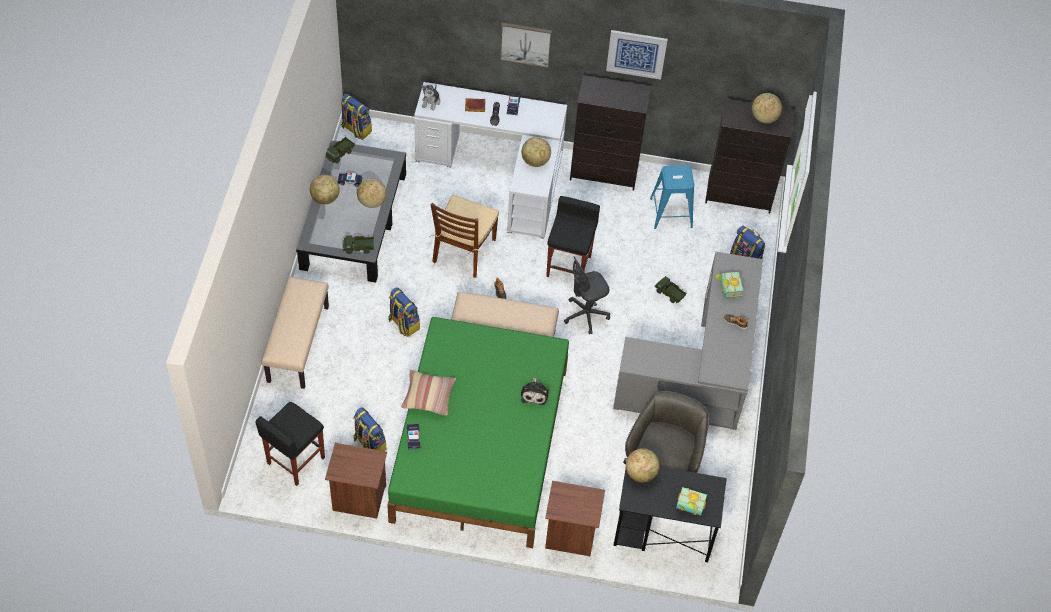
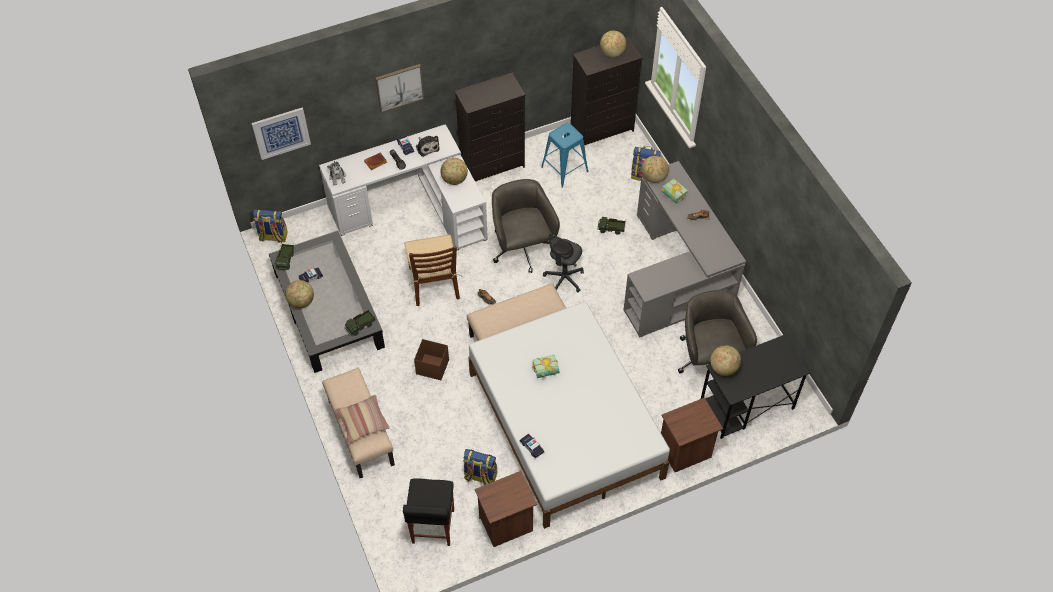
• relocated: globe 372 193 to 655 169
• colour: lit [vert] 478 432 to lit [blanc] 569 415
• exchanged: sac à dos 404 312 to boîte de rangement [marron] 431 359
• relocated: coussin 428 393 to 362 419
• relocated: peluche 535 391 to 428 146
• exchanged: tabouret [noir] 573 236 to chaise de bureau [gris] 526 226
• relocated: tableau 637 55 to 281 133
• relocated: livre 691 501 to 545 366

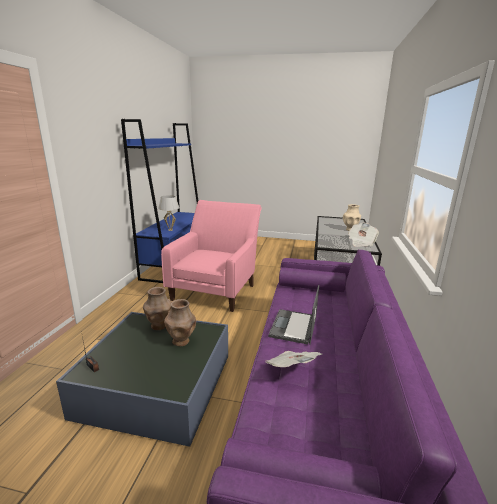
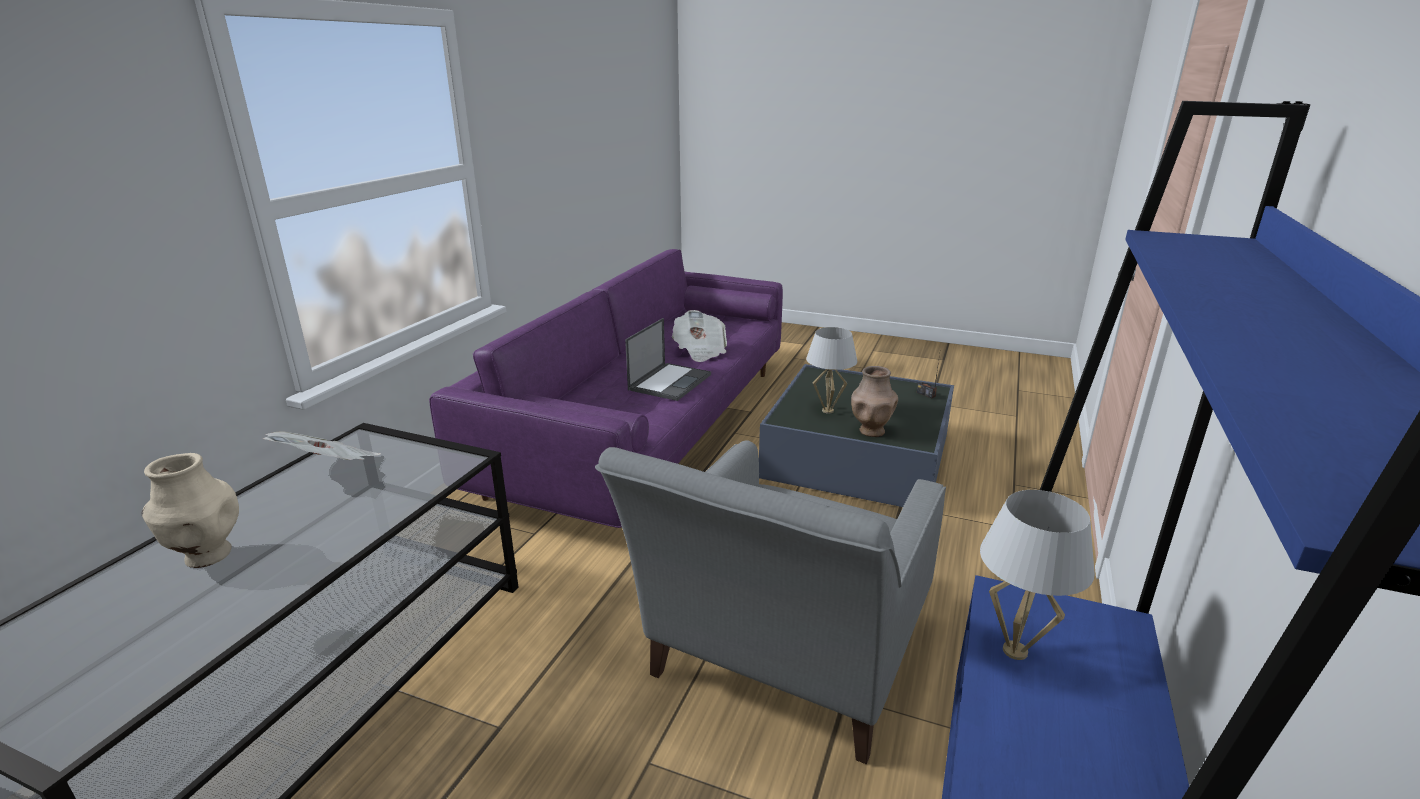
• colour: fauteuil [rose] 211 256 to fauteuil [gris] 770 602
• exchanged: vase [marron] 180 322 to lampe de table [blanc] 831 370

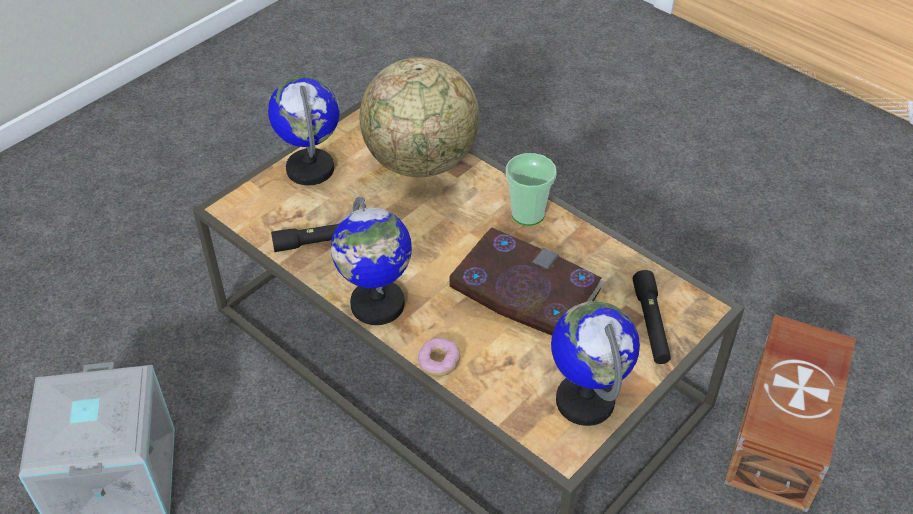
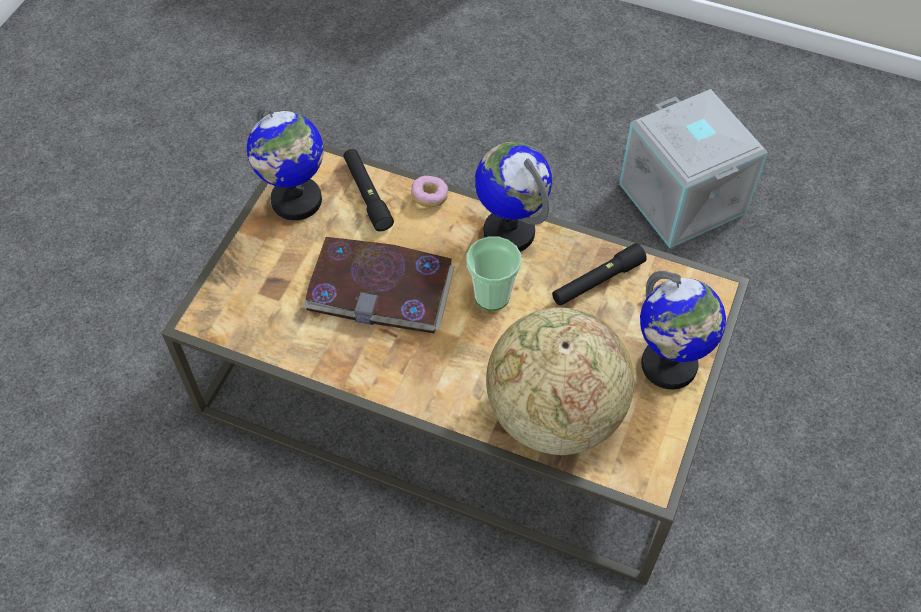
• relocated: tasse 531 189 to 494 274
• relocated: lampe de poche [noir] 652 317 to 368 190
• missing: boîte de rangement [marron] 790 413

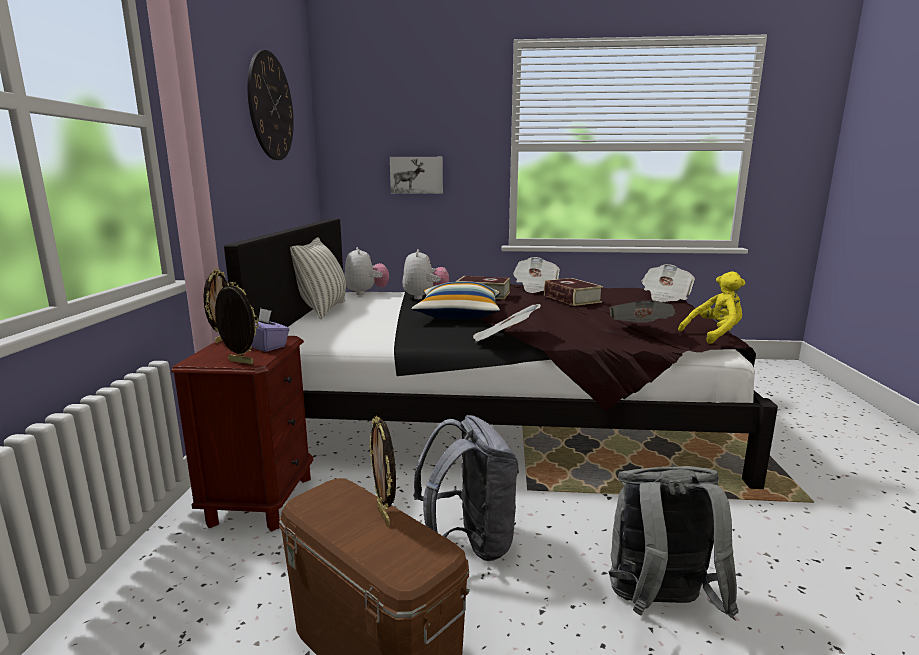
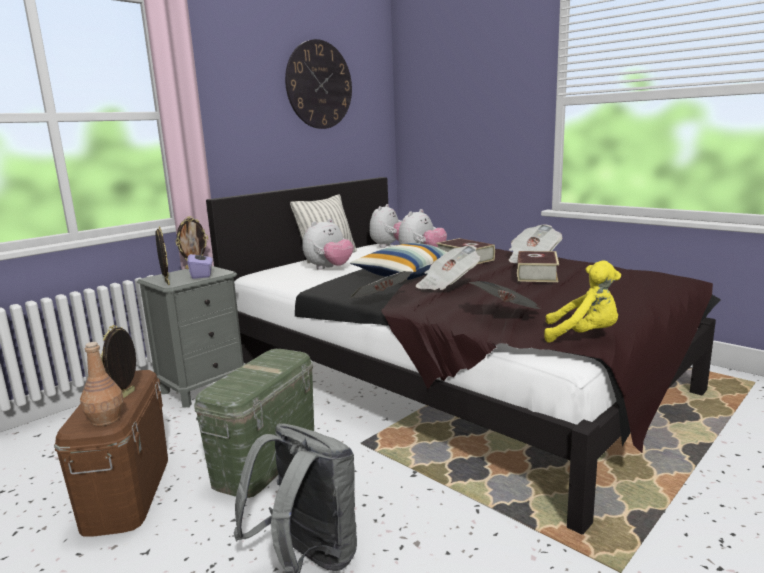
• colour: table de chevet [marron] 242 434 to table de chevet [gris] 191 337
• missing: tableau 416 175
• exchanged: sac à dos [gris] 466 488 to boîte de rangement [vert] 254 423
• relocated: journal 668 283 to 448 267
• appeared: bouteille [marron] 102 384
• appeared: peluche 328 244

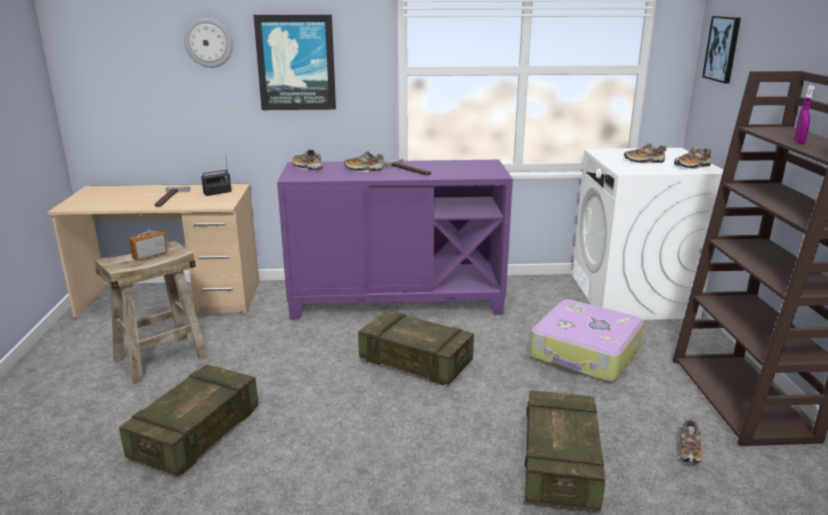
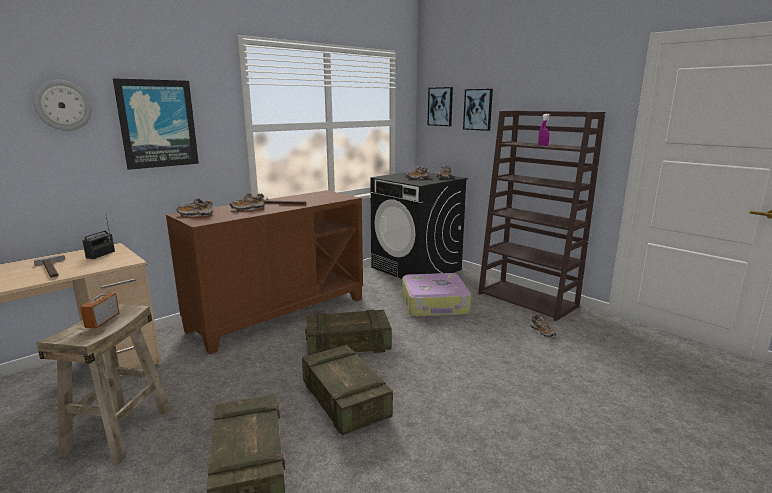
• colour: meuble de rangement [violet] 395 240 to meuble de rangement [marron] 264 272
• relocated: caisse 564 450 to 347 390
• colour: lave-linge [blanc] 647 234 to lave-linge [noir] 419 225
• appeared: tableau 478 110

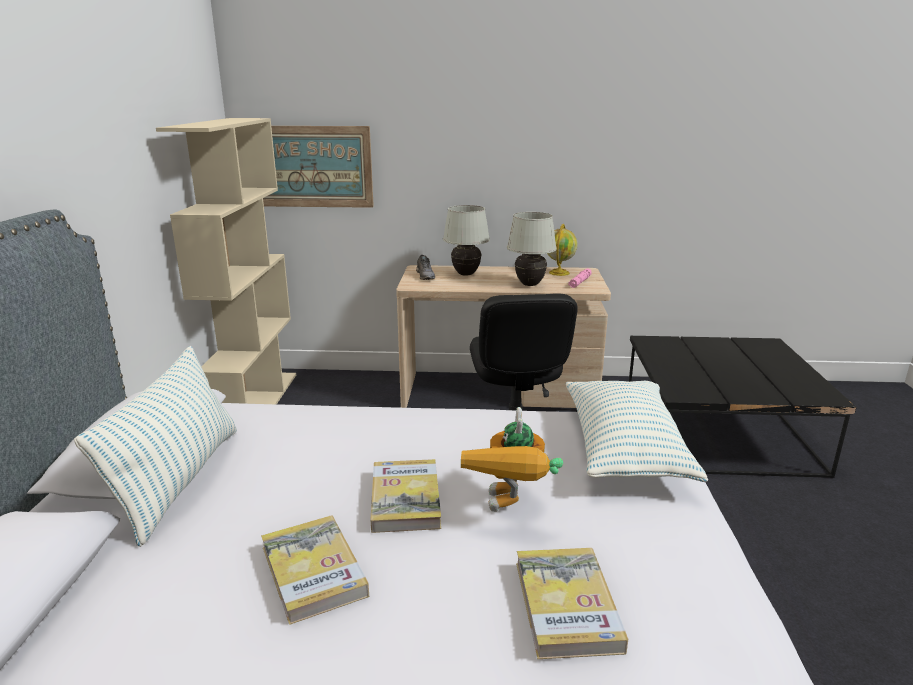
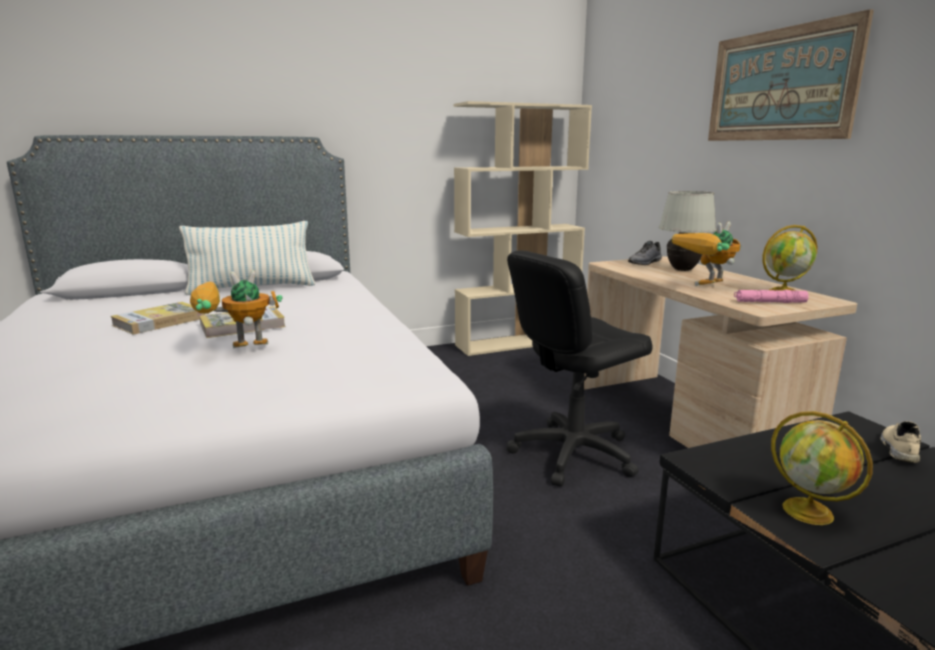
• relocated: tableau 318 167 to 791 75
• exchanged: lampe de table [blanc] 532 249 to robot jouet 707 254
• missing: livre 572 603
• missing: coussin 637 431
• appeared: globe 822 468
• appeared: chaussure [beige] 900 442

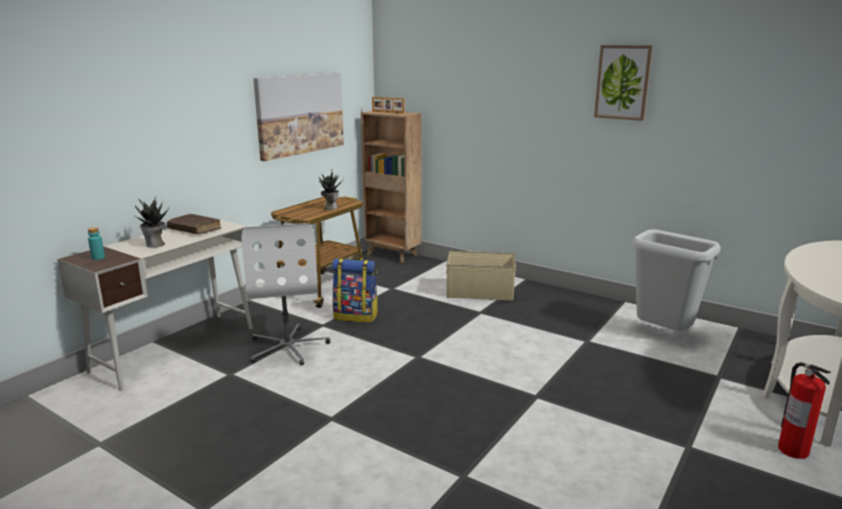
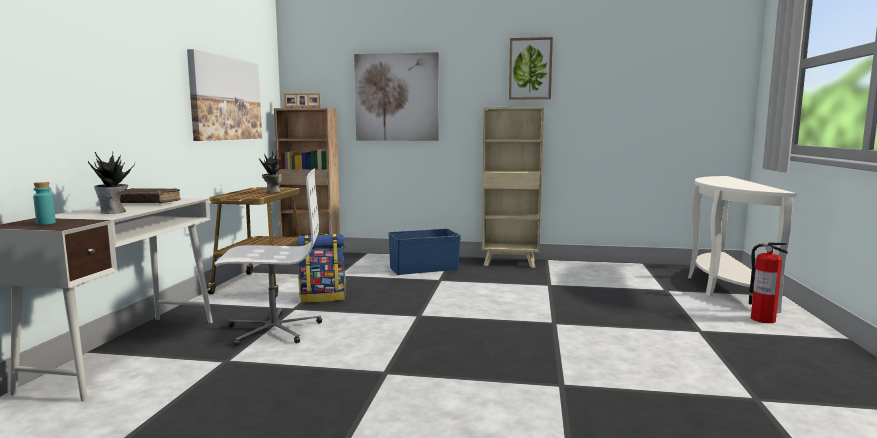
• spun: chaise de bureau [blanc] 286 294 = 268 257 60 degrees counterclockwise
• colour: boîte de rangement [beige] 481 275 to boîte de rangement [bleu] 424 252
• missing: poubelle [gris] 676 280
• appeared: tableau 396 96
• appeared: bibliothèque [beige] 513 187

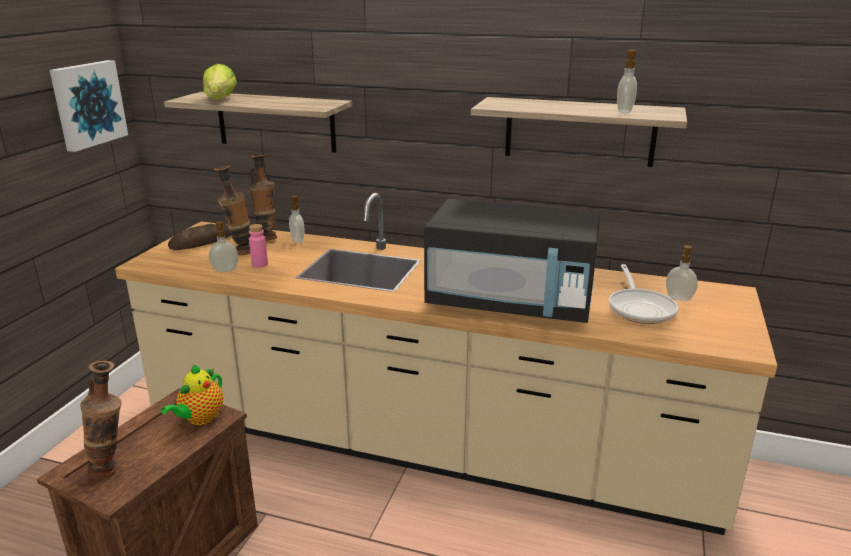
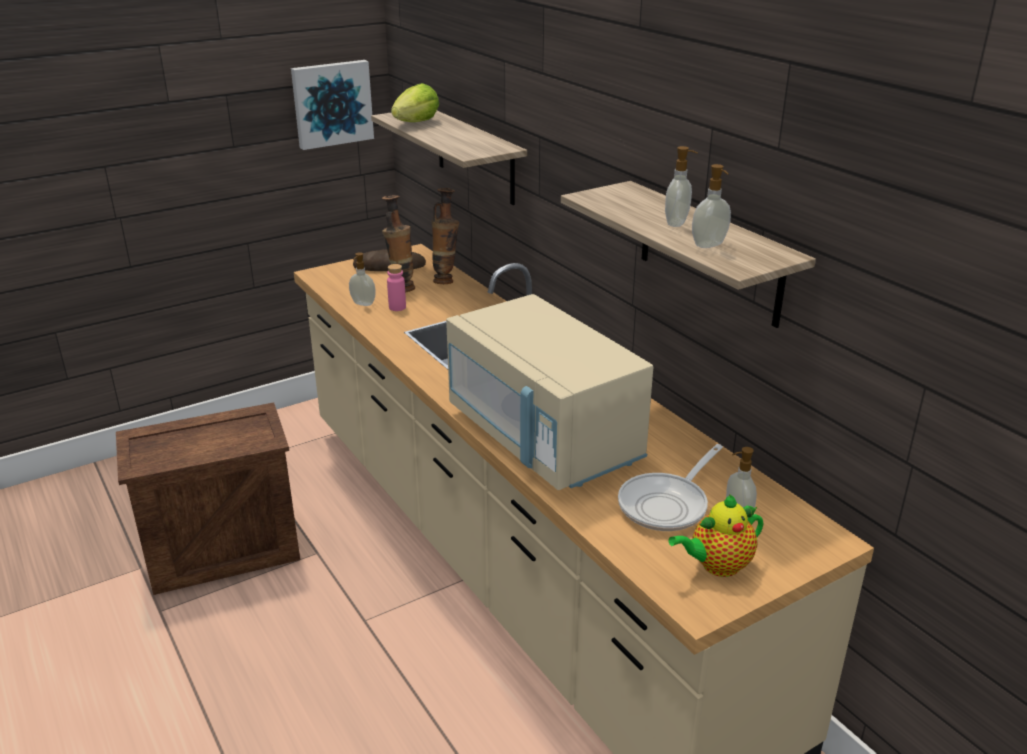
• missing: vase 101 420
• relocated: théière 192 394 to 715 535
• relocated: distributeur de savon 296 219 to 681 186
• colour: micro-ondes [noir] 512 261 to micro-ondes [beige] 549 392

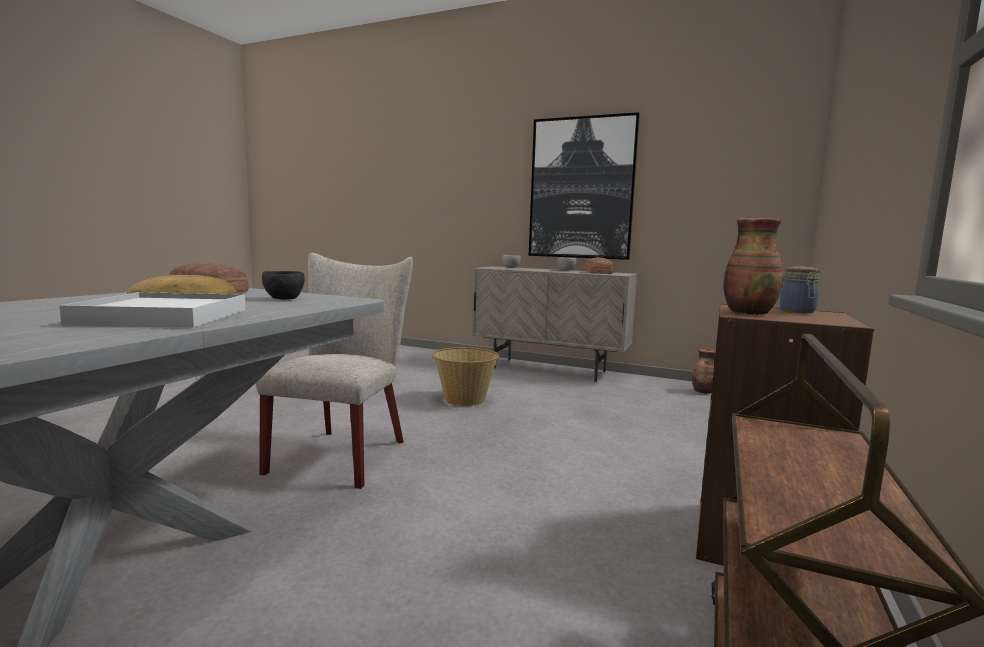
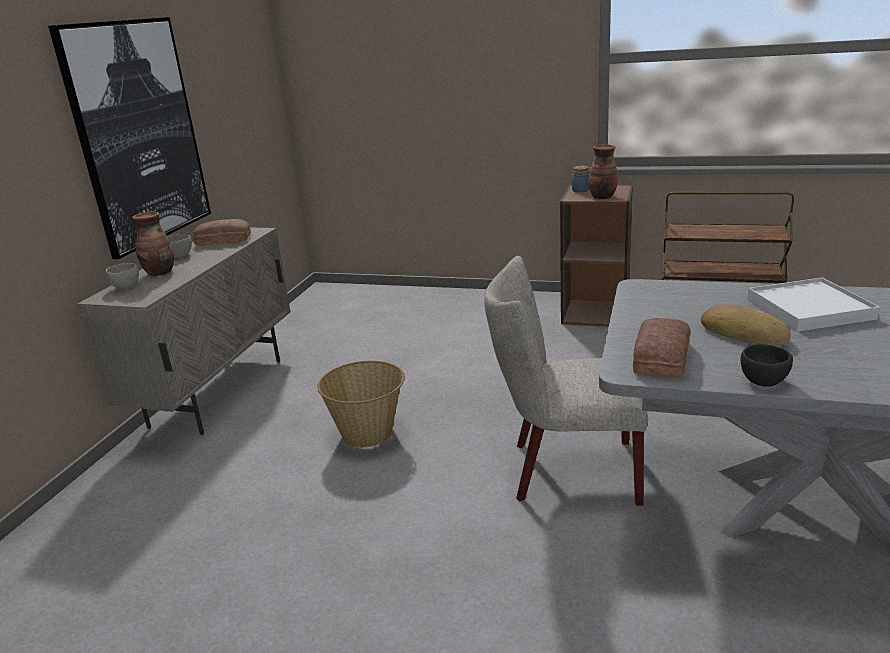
• relocated: bol [noir] 283 285 to 766 365
• relocated: vase 704 371 to 153 244

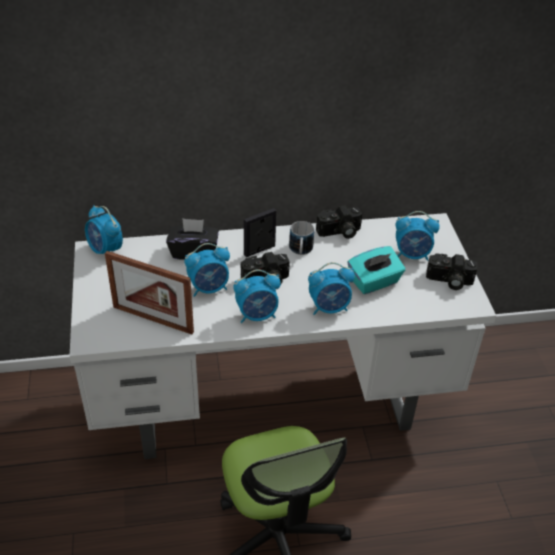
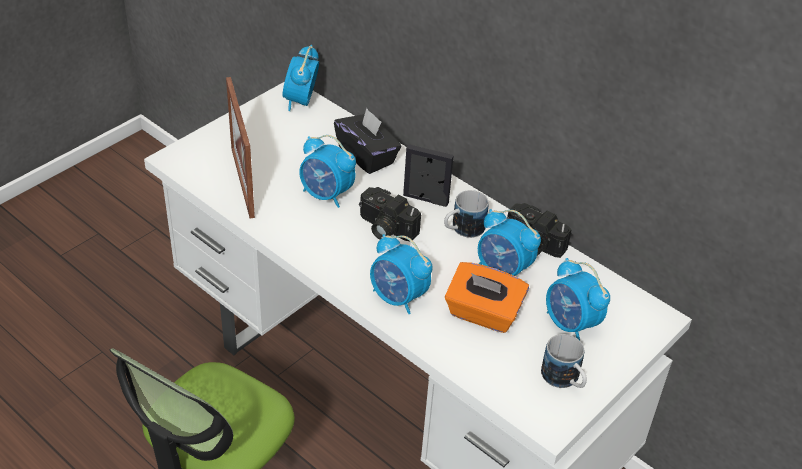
• relocated: réveil 257 296 to 509 242
• colour: boîte à mouchoirs [turquoise] 376 270 to boîte à mouchoirs [orange] 487 297
• exchanged: appareil photo 451 272 to mug 564 361

